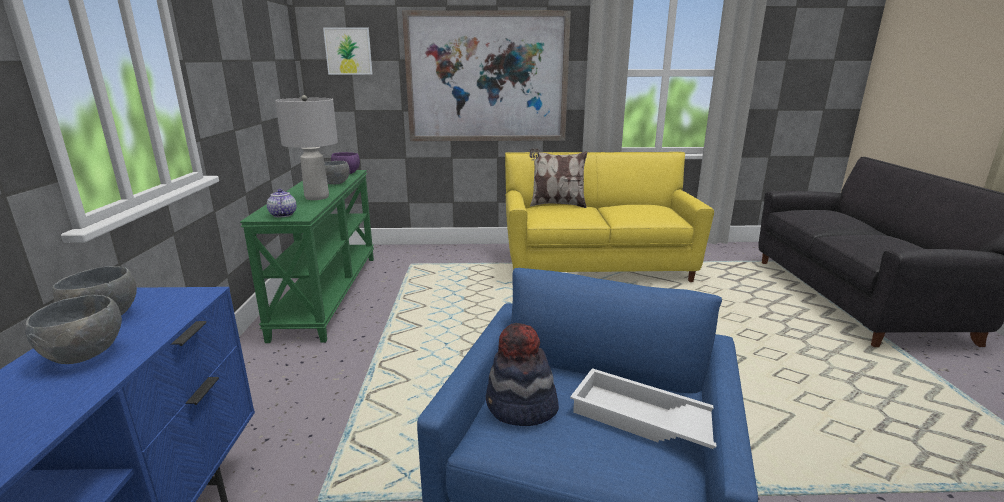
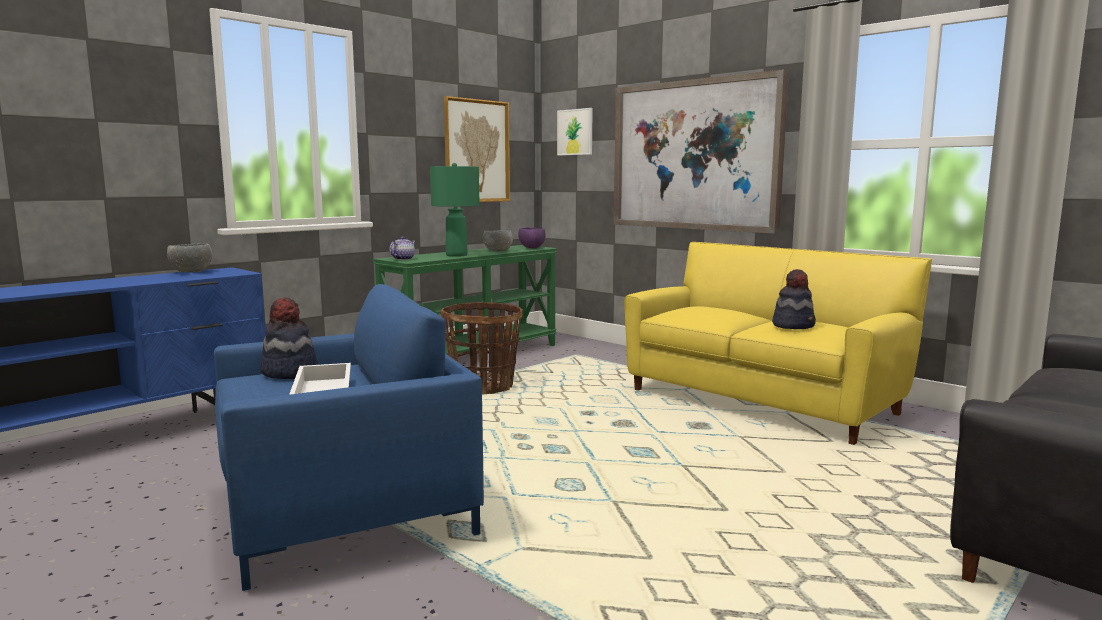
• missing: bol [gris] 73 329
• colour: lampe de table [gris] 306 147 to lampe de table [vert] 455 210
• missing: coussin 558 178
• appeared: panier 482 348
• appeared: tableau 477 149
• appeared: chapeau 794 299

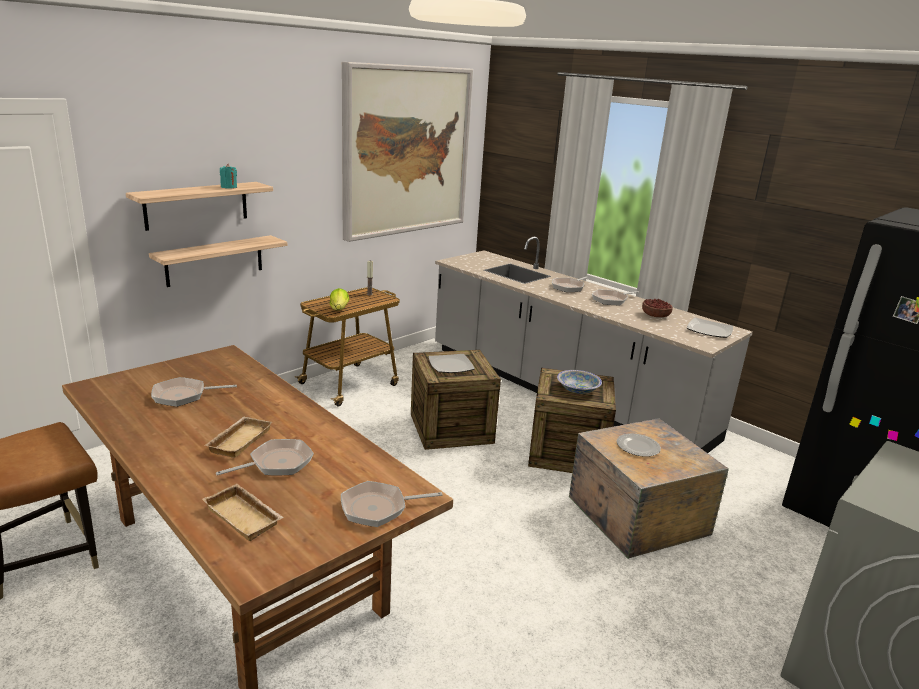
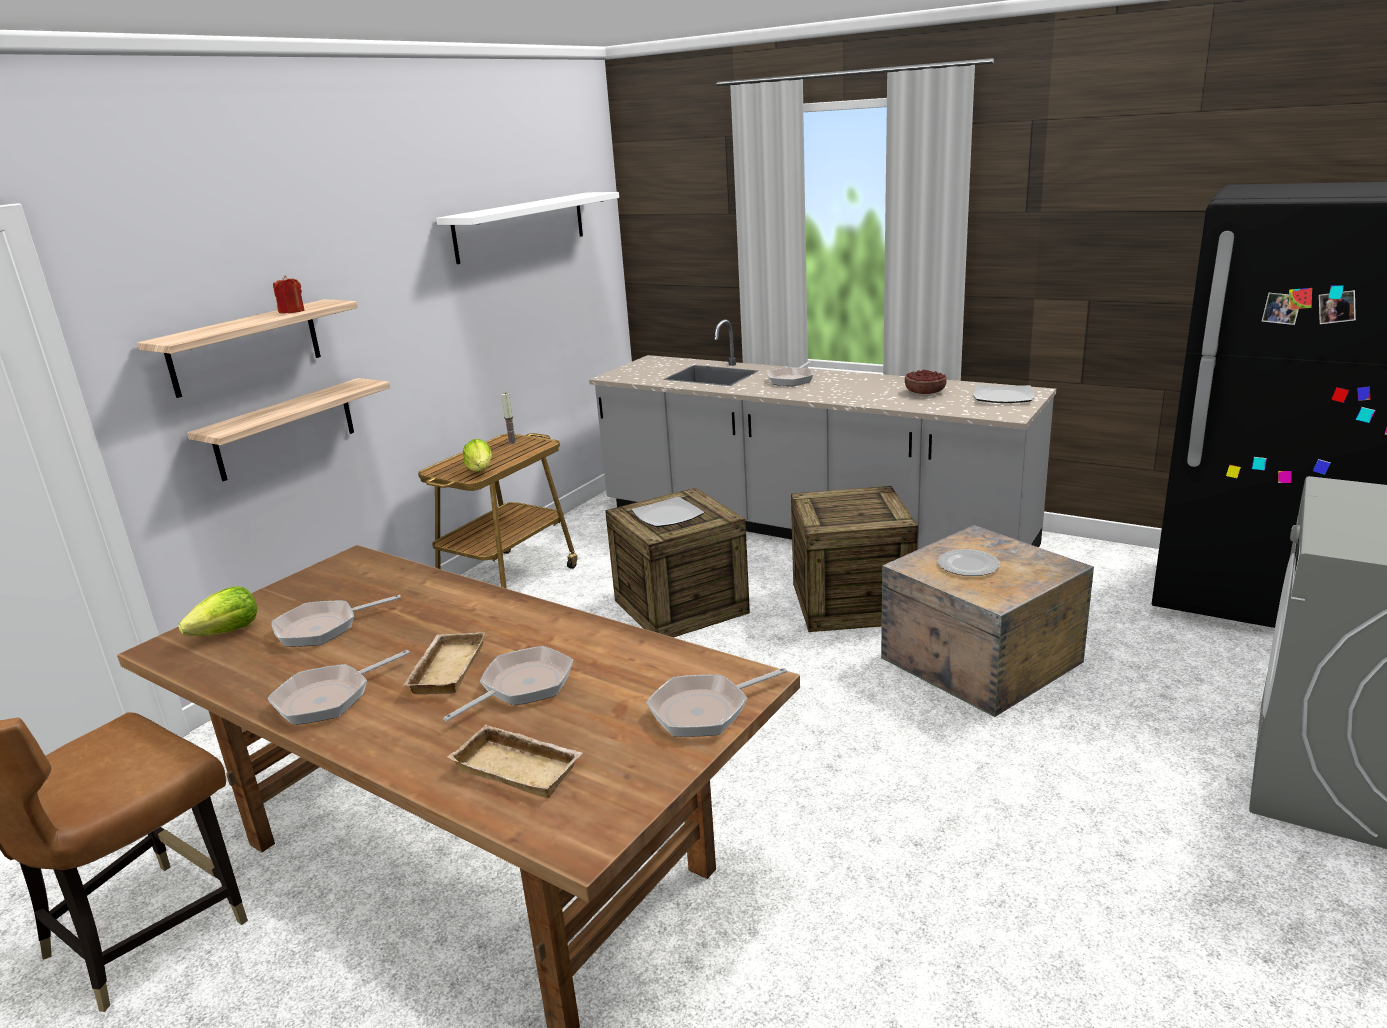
• colour: bougie [turquoise] 228 176 to bougie [rouge] 288 294
• exchanged: tableau 407 152 to étagère [blanc] 527 228
• missing: bol 579 382
• relocated: poêle 615 297 to 338 687
• appeared: laitue 217 611

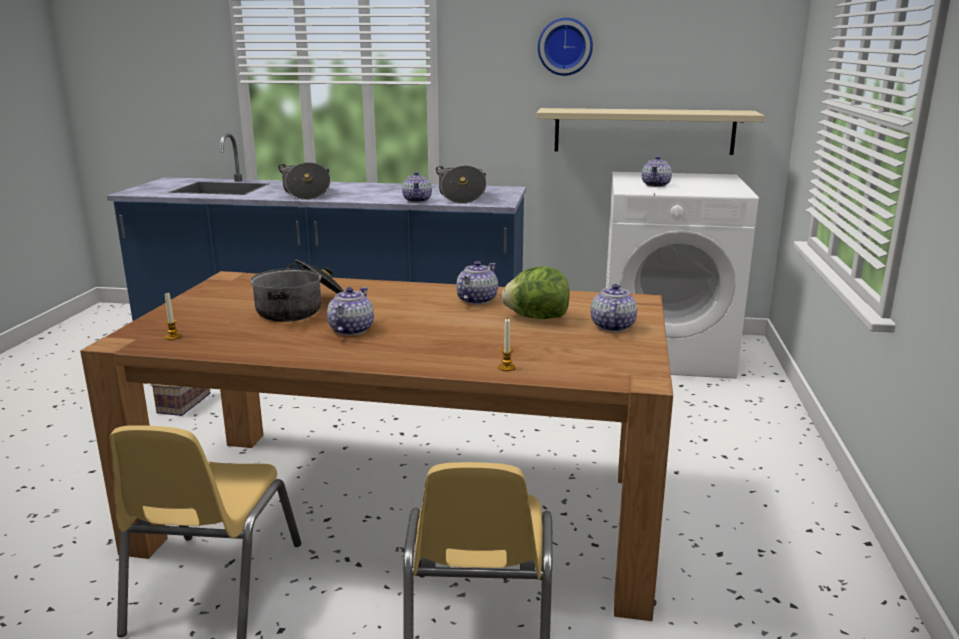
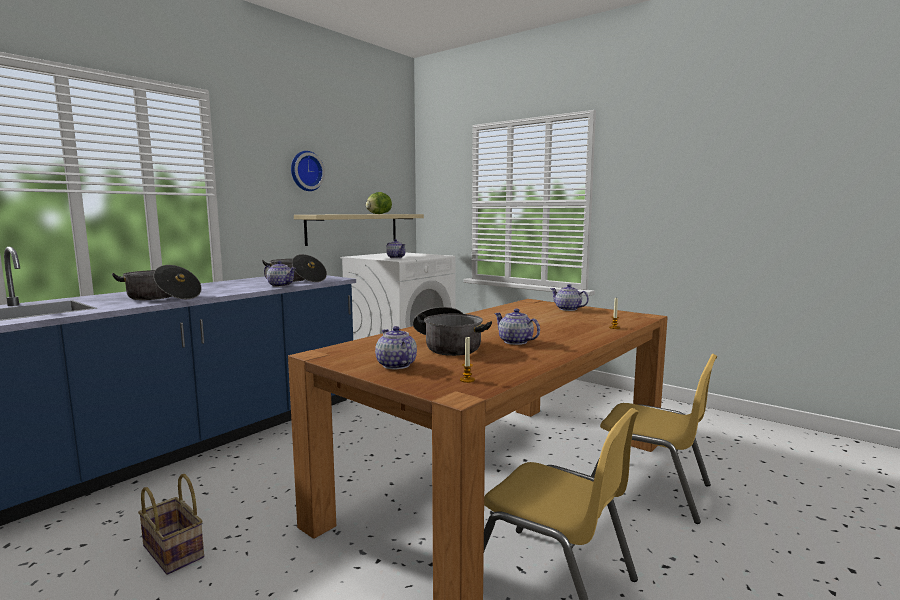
• relocated: théière 477 282 to 396 347
• relocated: laitue 535 292 to 379 203

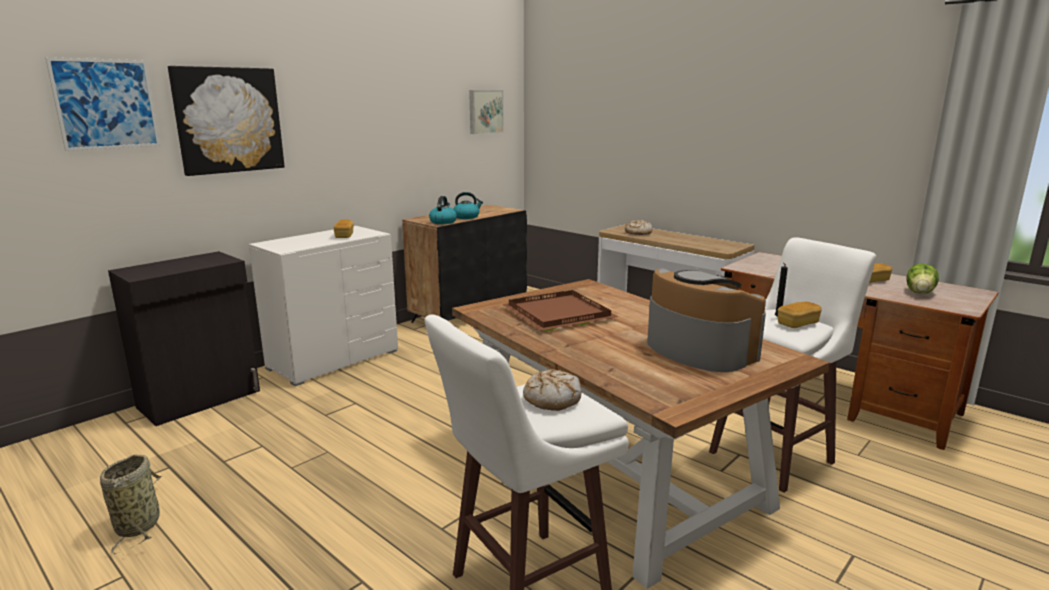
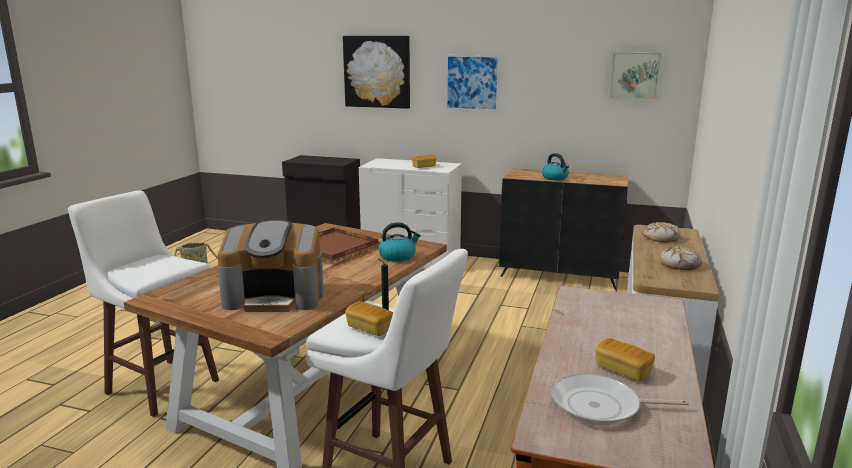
• relocated: tableau 102 104 to 473 83
• relocated: bouilloire 443 210 to 399 242
• relocated: pain 552 390 to 681 258
• spun: machine à café 706 320 = 270 266 60 degrees clockwise
• exchanged: laitue 923 279 to poêle 620 399

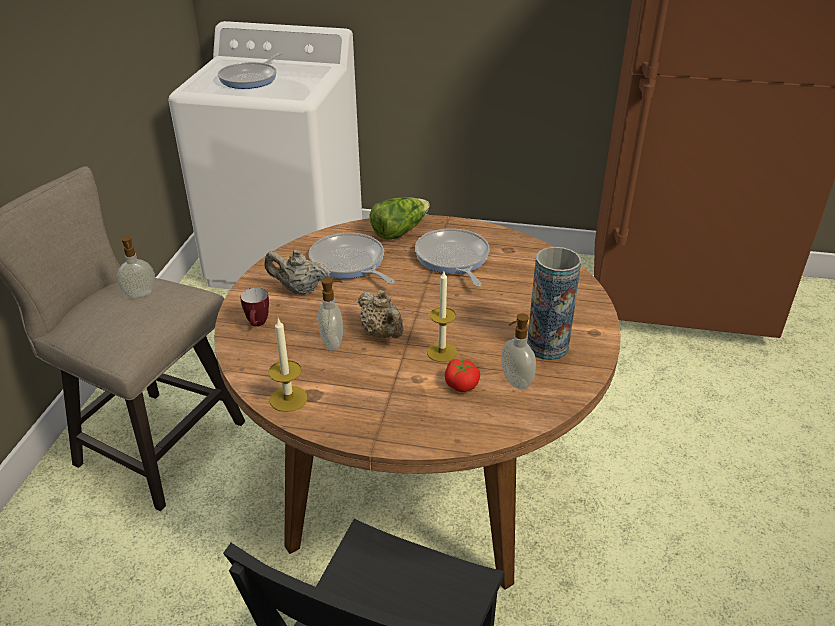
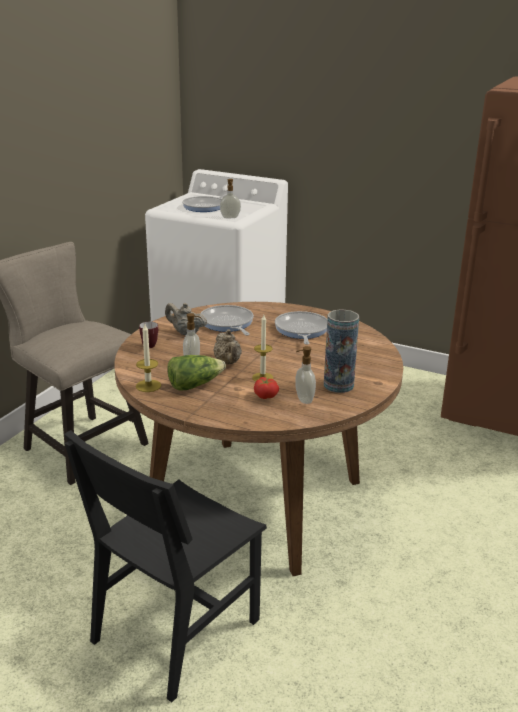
• relocated: distributeur de savon 136 267 to 230 198
• relocated: laitue 399 218 to 197 373

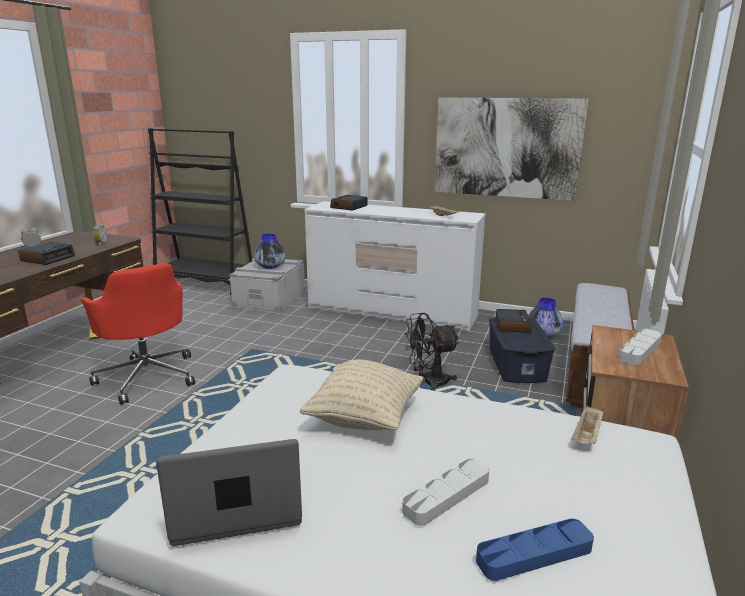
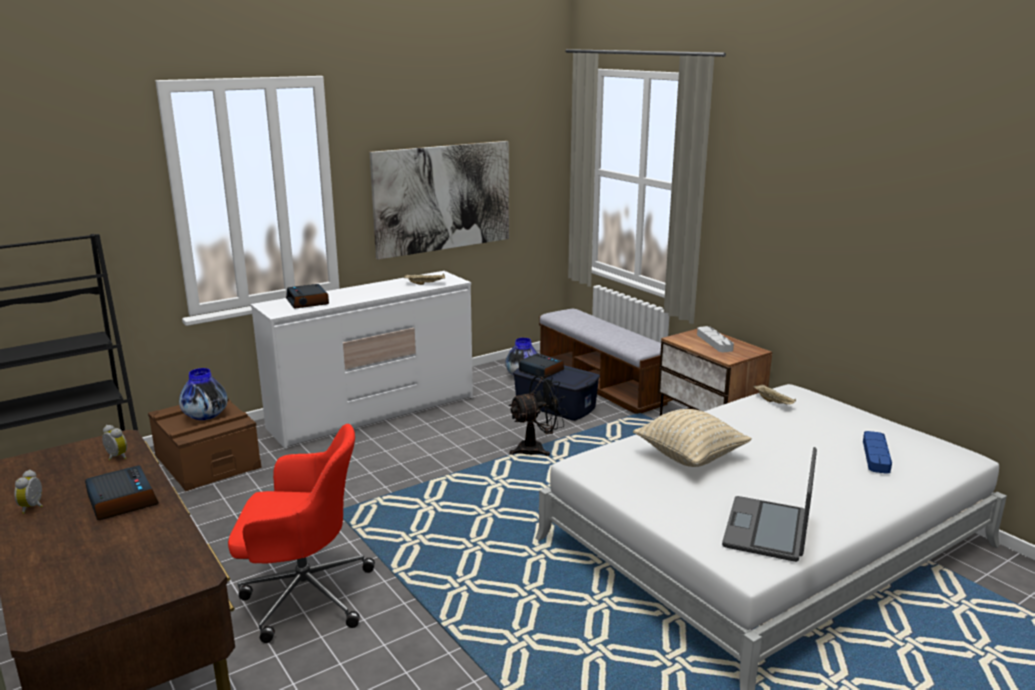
• colour: boîte de rangement [gris] 267 285 to boîte de rangement [marron] 205 444
• missing: plateau [gris] 445 492
• spun: ventilateur [noir] 432 352 = 538 415 135 degrees counterclockwise

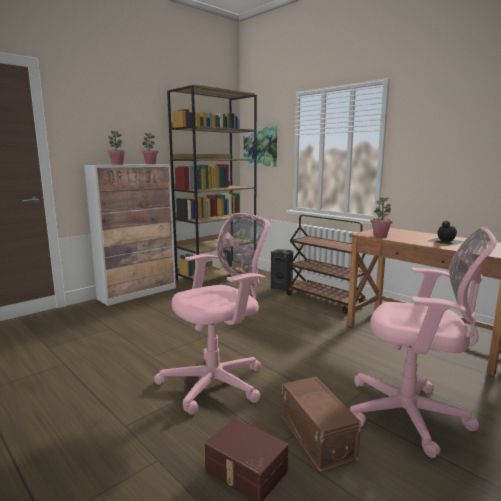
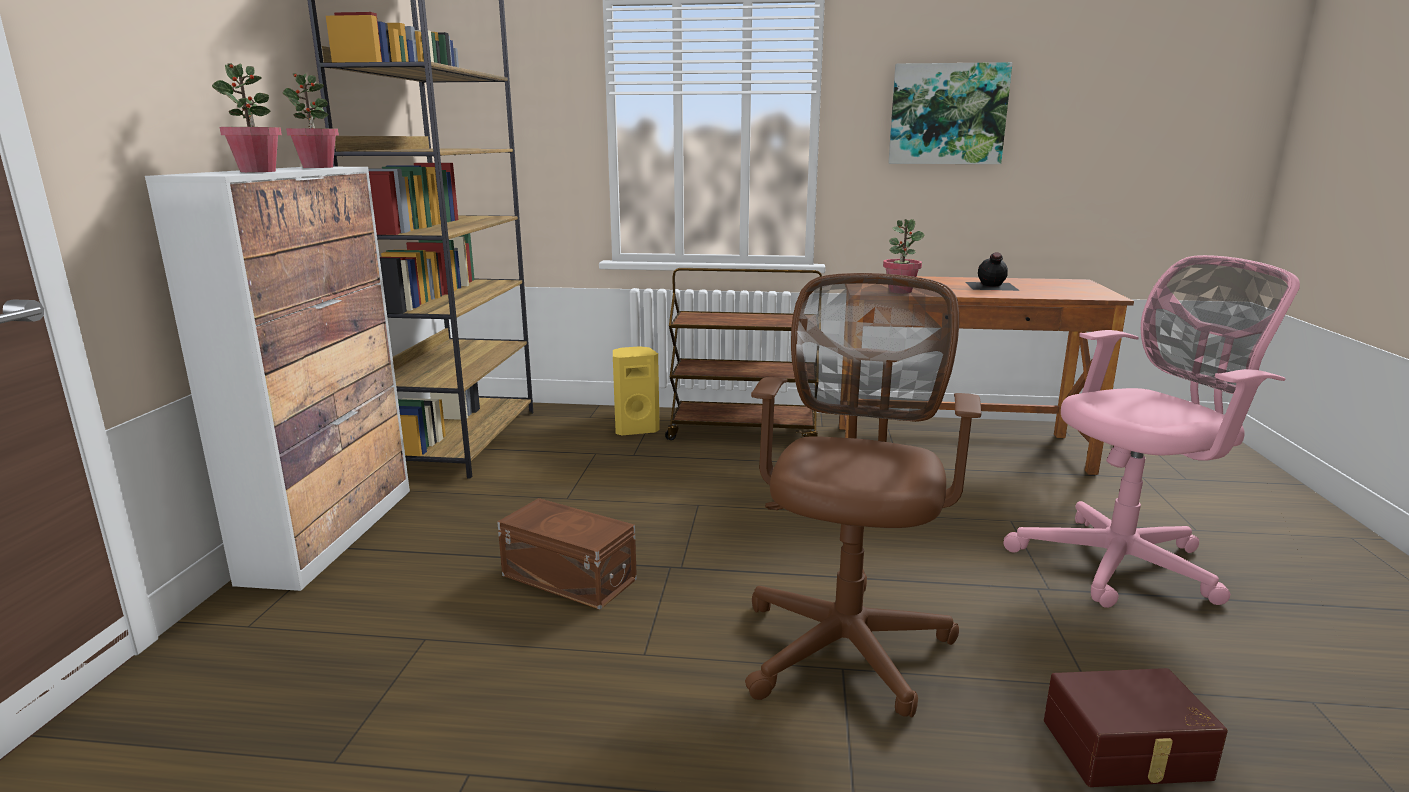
• colour: chaise de bureau [rose] 212 314 to chaise de bureau [marron] 863 495
• relocated: tableau 260 146 to 950 113
• colour: enceinte [noir] 282 270 to enceinte [jaune] 636 390
• relocated: boîte de rangement [marron] 321 424 to 567 554

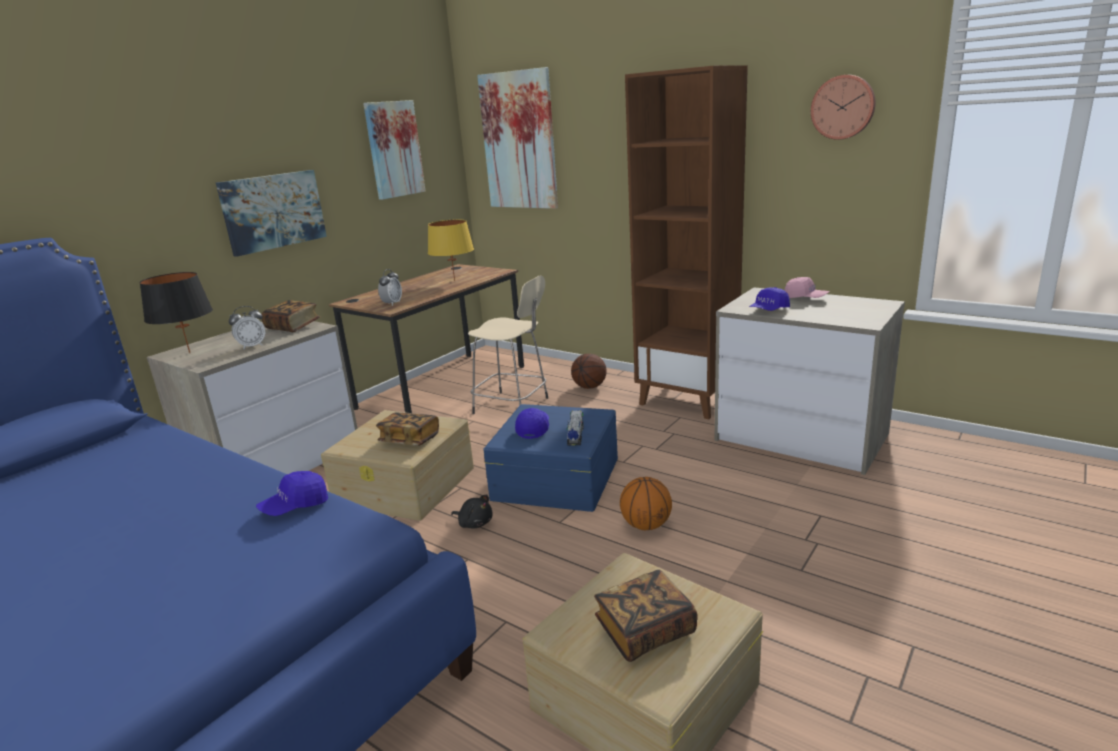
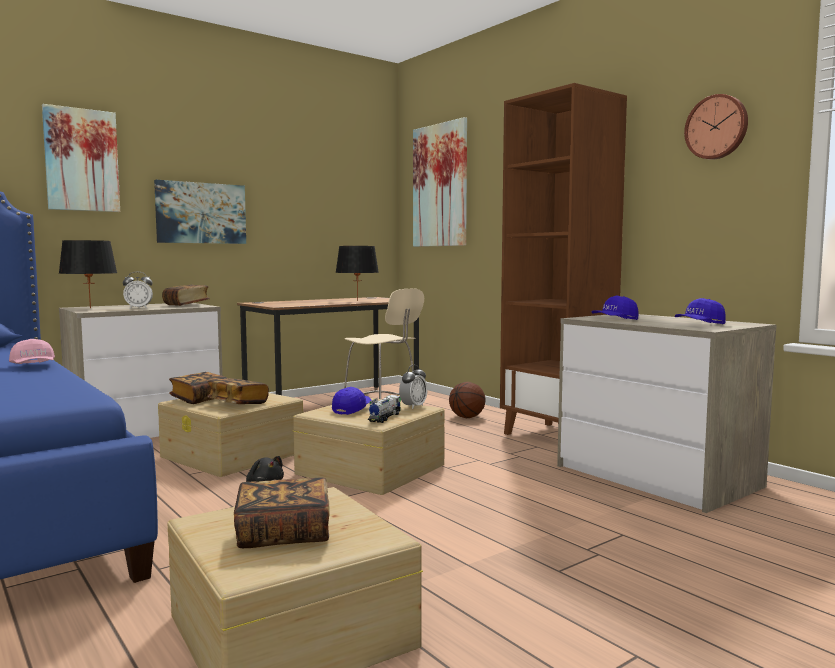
• relocated: casquette [bleu] 292 493 to 700 311
• relocated: tableau 394 150 to 81 158
• relocated: réveil 390 287 to 413 387
• colour: lampe de table [jaune] 451 250 to lampe de table [noir] 357 273
• colour: boîte de rangement [bleu] 550 458 to boîte de rangement [beige] 369 446
• missing: ballon de basket 646 503
• relocated: casquette [rose] 807 287 to 32 351
• appeared: livre 198 388

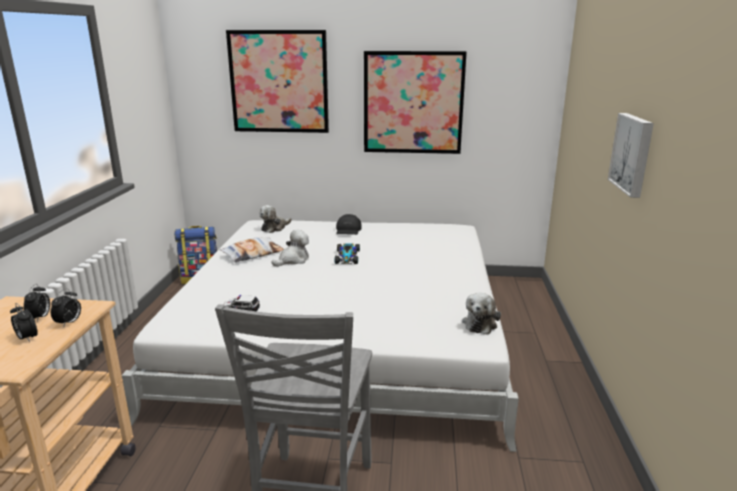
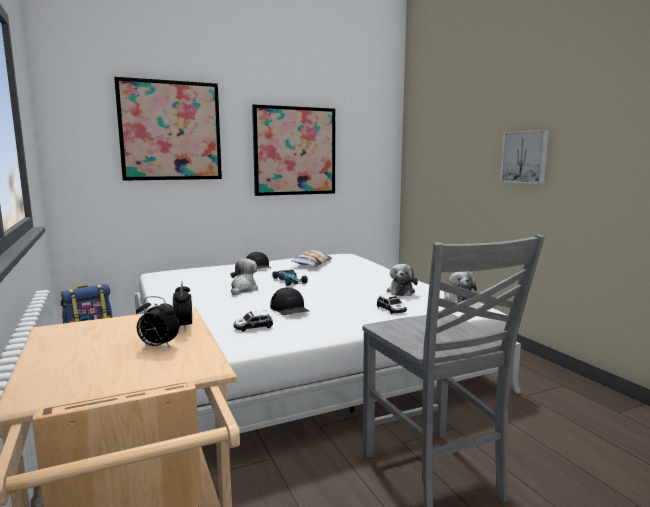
• missing: réveil 37 303
• relocated: coussin 251 250 to 312 258
• relocated: peluche 275 219 to 402 280
• appeared: casquette [noir] 289 301
• appeared: petite voiture 392 304

